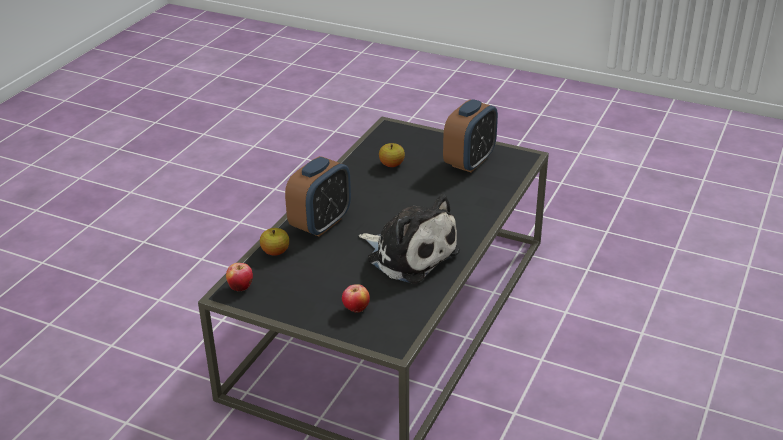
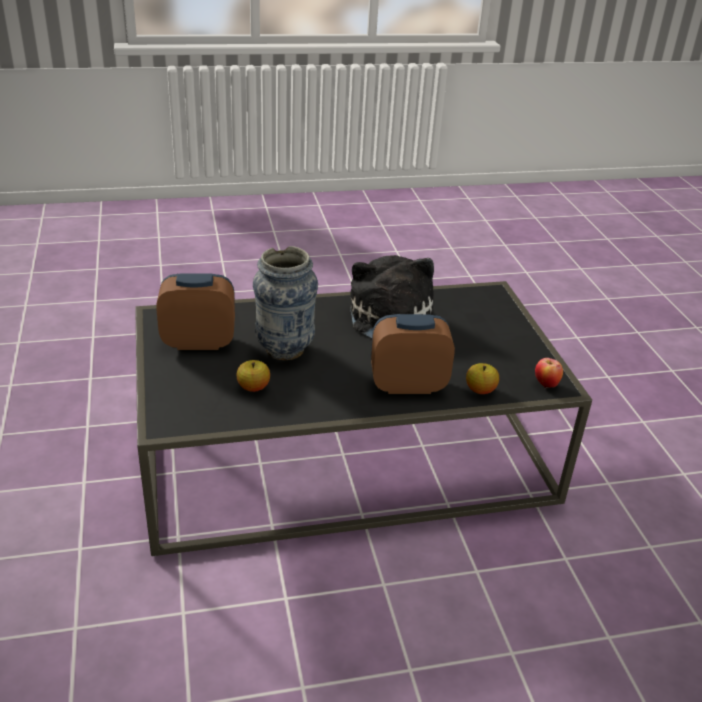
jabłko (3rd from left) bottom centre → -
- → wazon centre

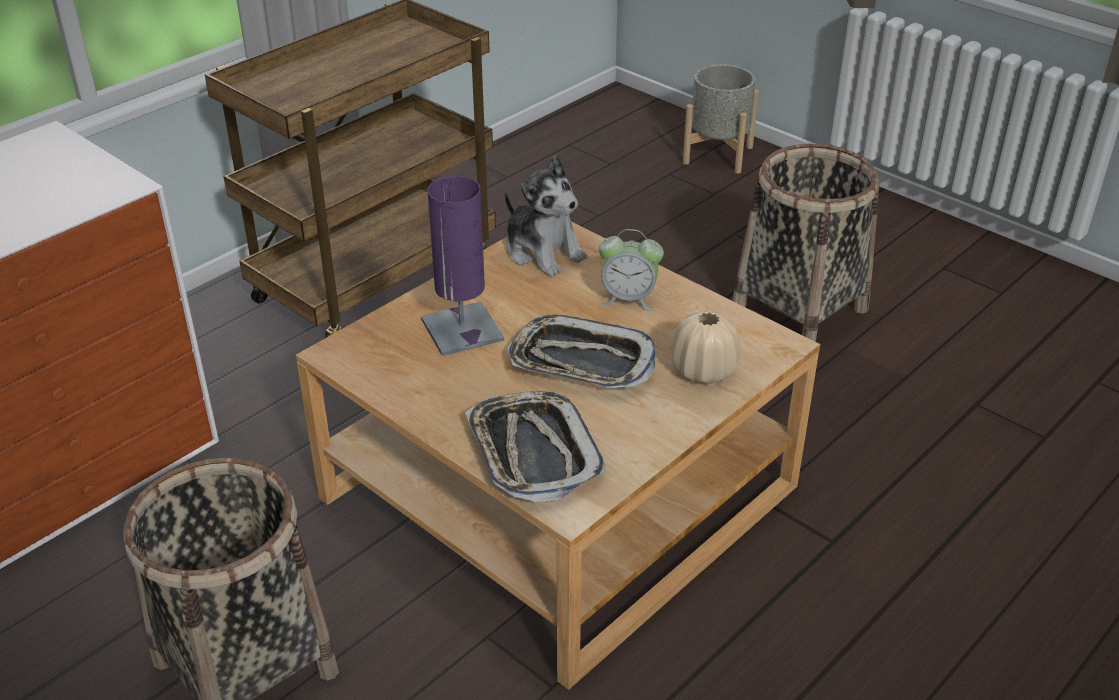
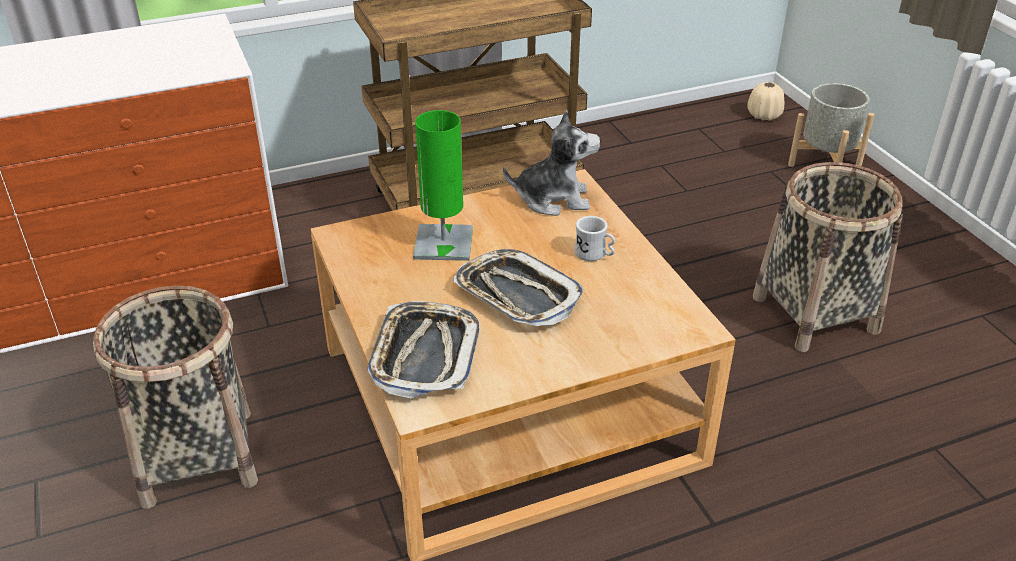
lampa stołowa [fioletowy] centre → lampa stołowa [zielony] top centre
pluszak top centre, 75 degrees counterclockwise
budzik centre → kubek [biały] centre
wazon [beżowy] centre → wazon [beżowy] top right, move

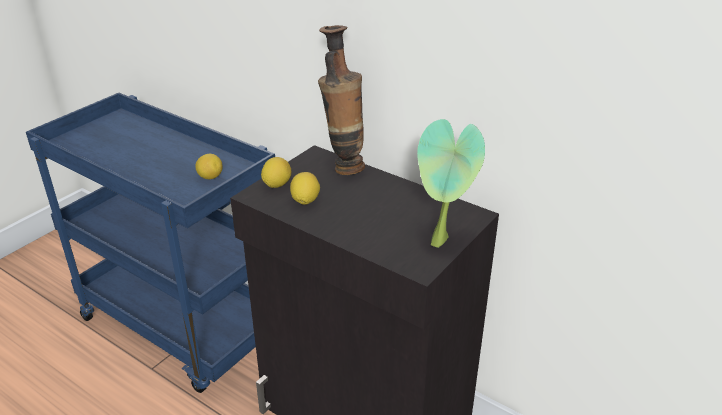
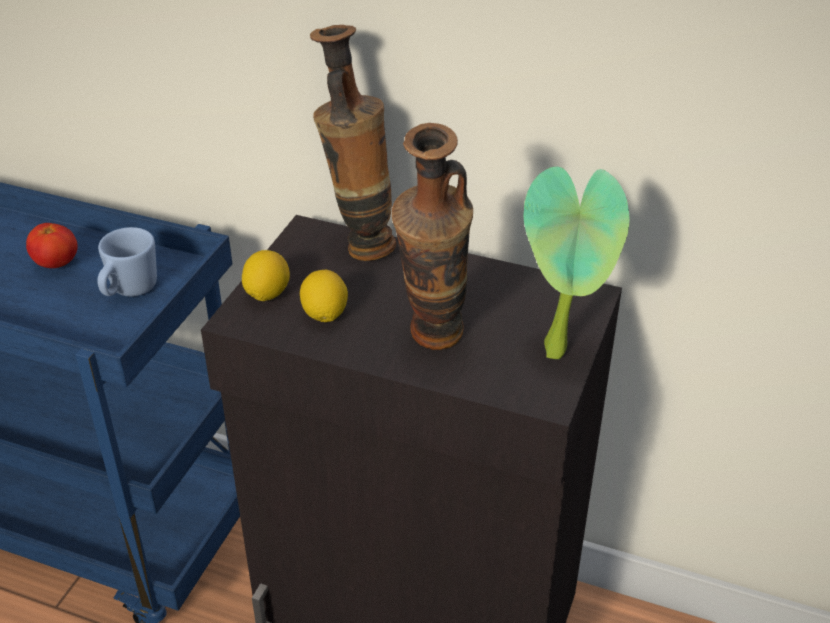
cytryna (1st from left) middle left → kubek [niebieski] middle left
- → pomidor middle left
- → wazon (2nd from left) centre

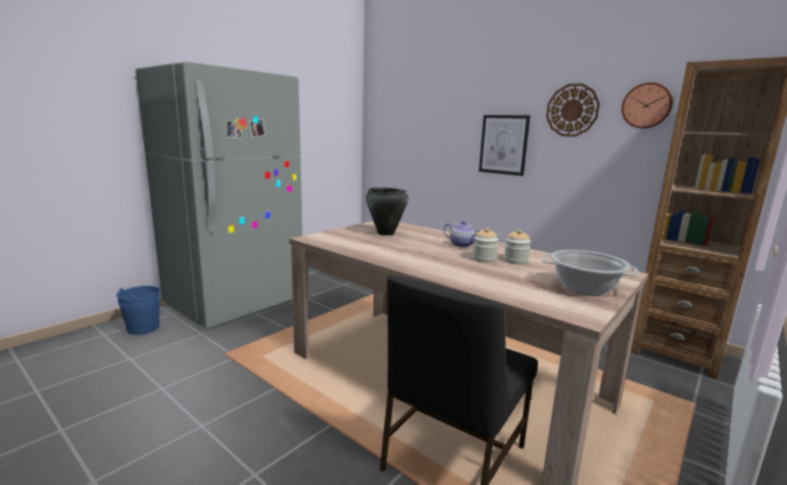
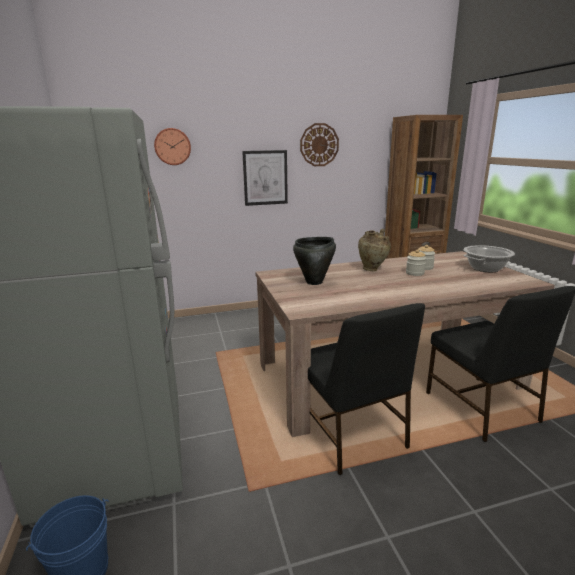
imbryk centre → wazon [beżowy] centre
zegar ścienny (2nd from left in the first image) top right → zegar ścienny (1st from left) top left, move
- → krzesło [czarny] (1st from left) bottom centre

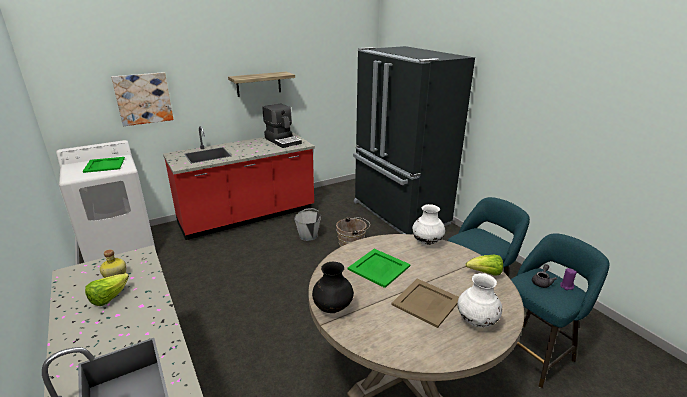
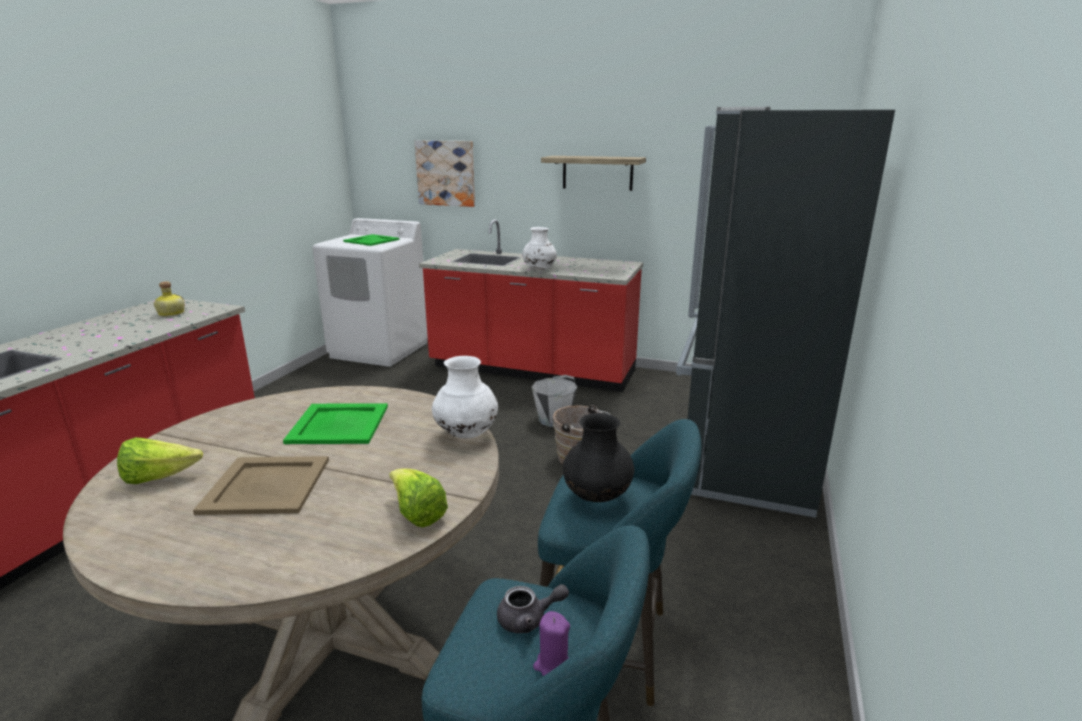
sałata (1st from left) bottom left → sałata (1st from left) middle left, move
ekspres do kawy top centre → -
wazon [czarny] bottom centre → wazon [czarny] centre, move
wazon [biały] (2nd from left) bottom right → wazon [biały] (2nd from left) centre, move

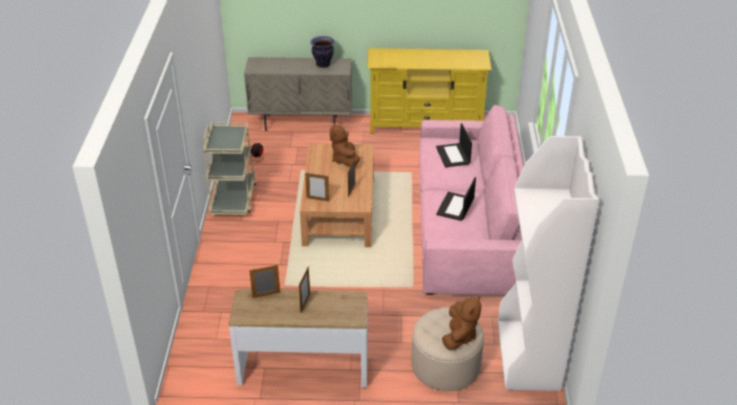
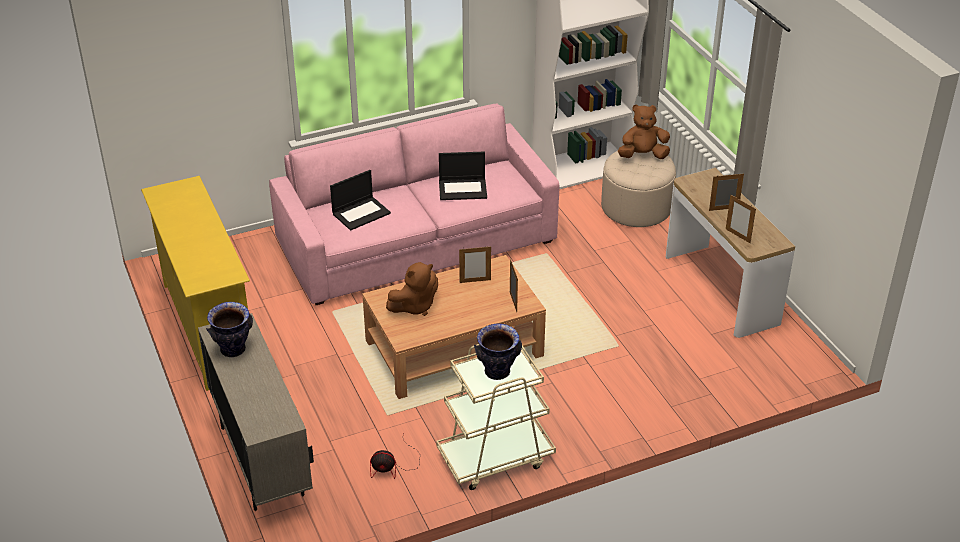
- → wazon (2nd from left) centre

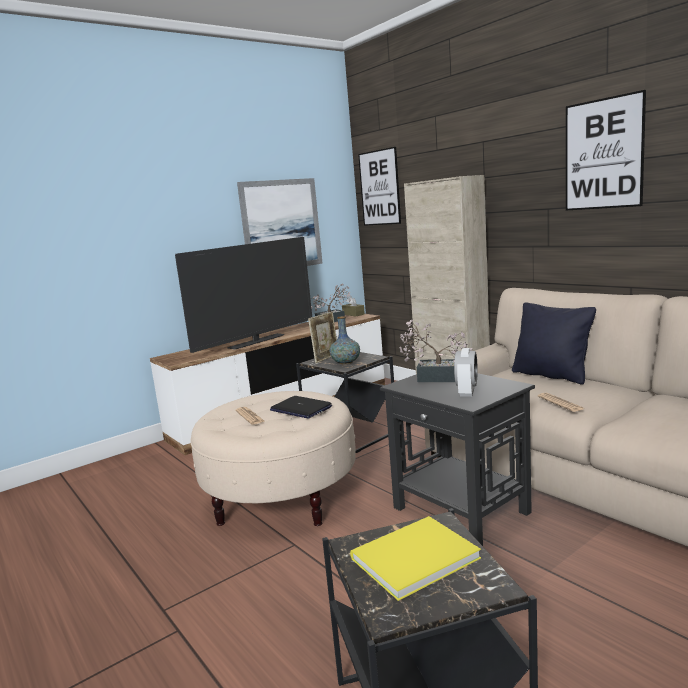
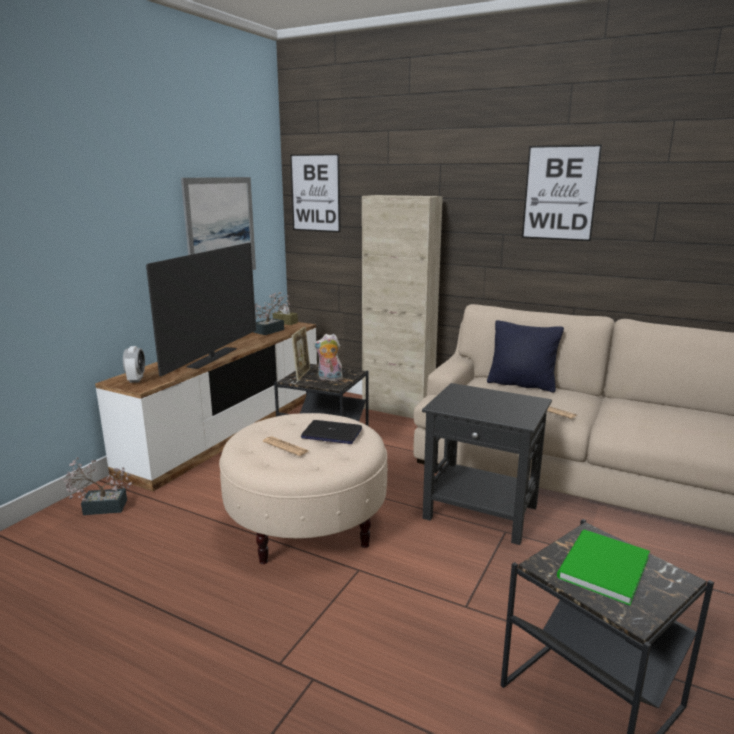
wazon centre → pluszak centre
książka [żółty] bottom centre → książka [zielony] bottom right
roślina doniczkowa (2nd from left in the first image) centre → roślina doniczkowa (1st from left) middle left, move
budzik middle right → budzik middle left, move

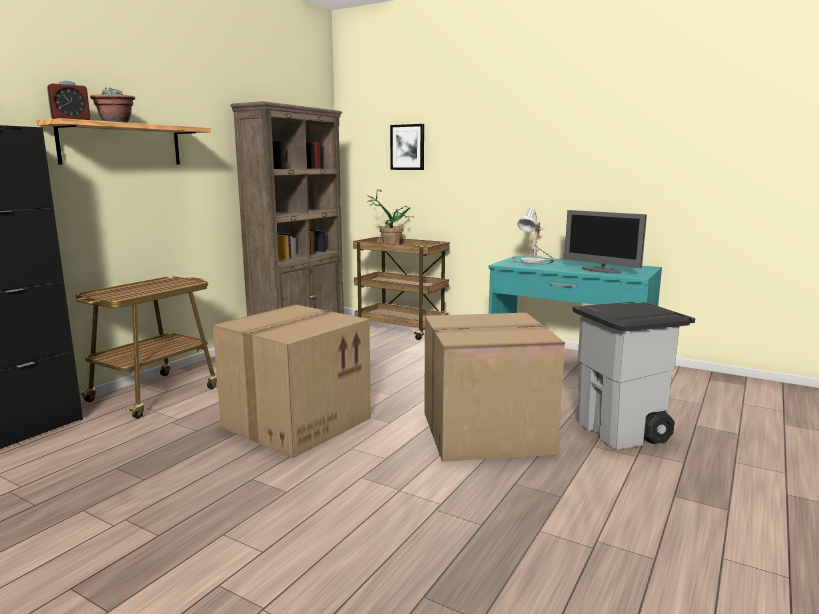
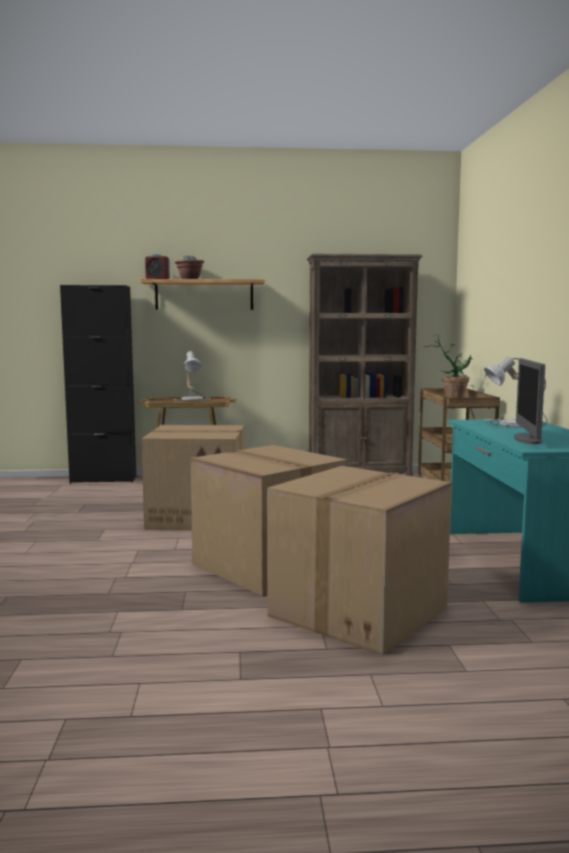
obraz top centre → -
kosz na śmieci [szary] middle right → karton (3rd from left) centre
- → lampa stołowa (1st from left) centre

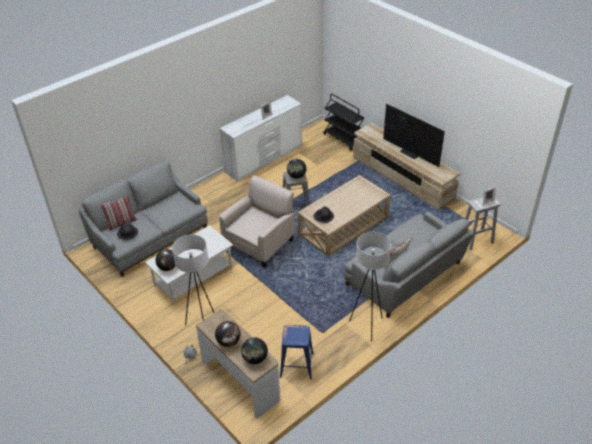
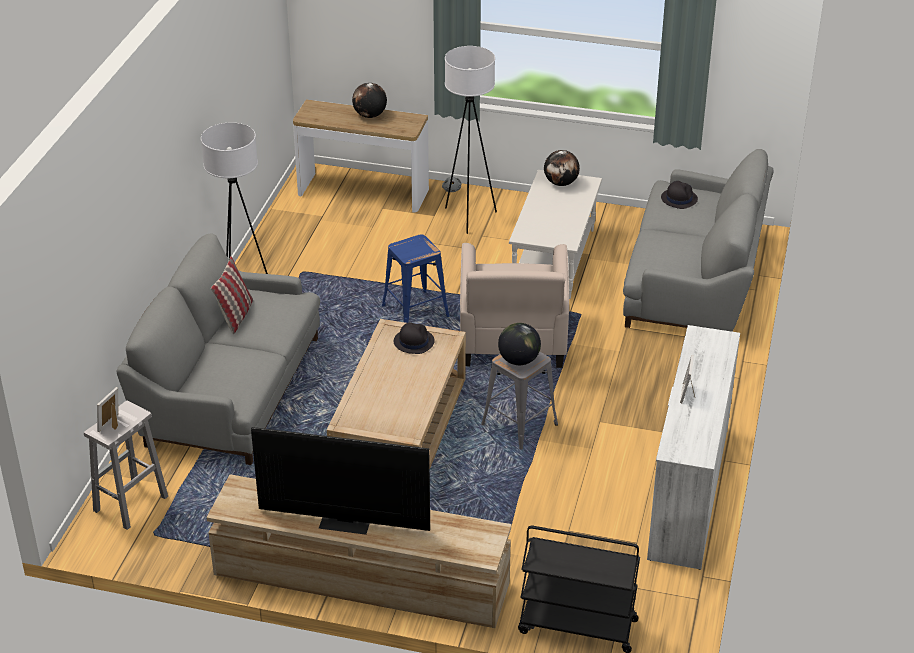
poduszka (1st from left) middle left → -
globus (3rd from left) bottom centre → -
stołek [niebieski] bottom centre → stołek [niebieski] centre, move

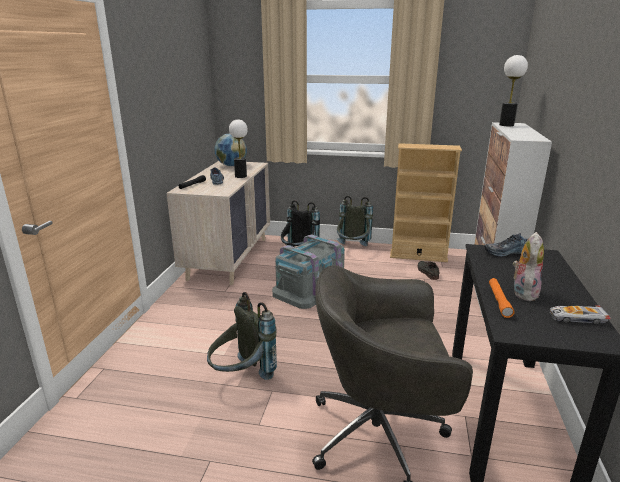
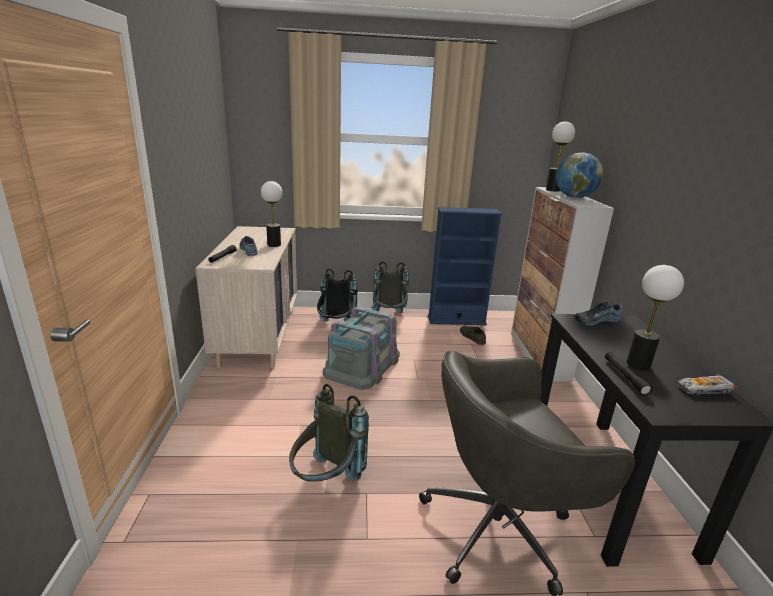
globus top centre → globus top right, move
regał [beżowy] middle right → regał [niebieski] centre
latarka [pomarańczowy] middle right → latarka [czarny] (2nd from left) middle right
pluszak middle right → lampa stołowa (3rd from left) middle right

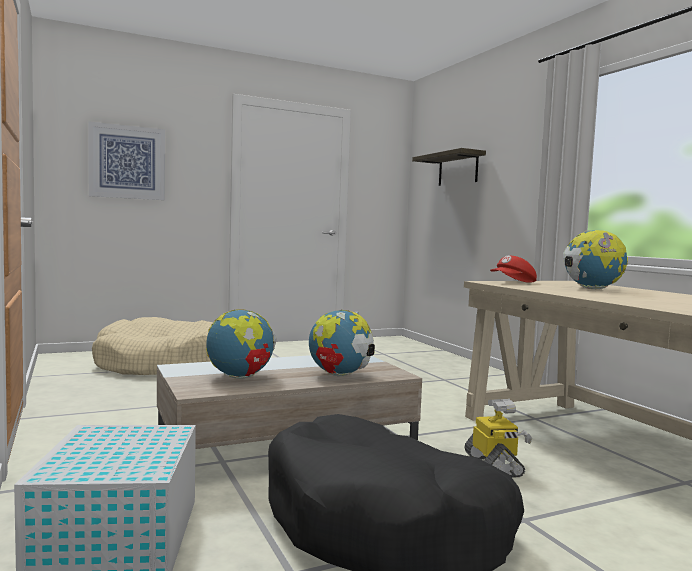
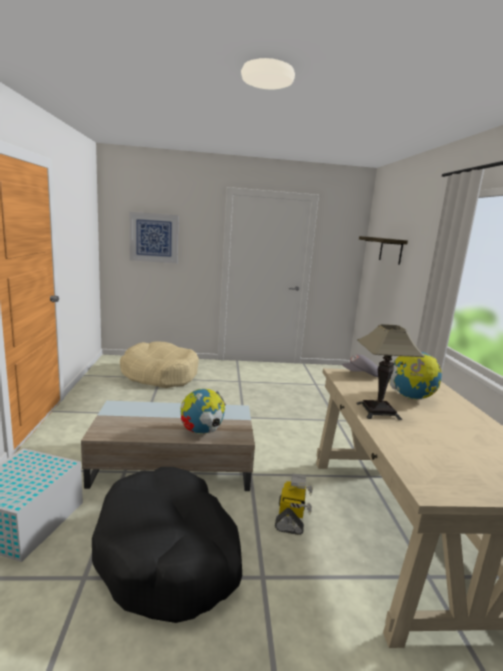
globus (1st from left) centre → -
czapka z daszkiem [czerwony] middle right → czapka z daszkiem [szary] middle right
- → lampa stołowa middle right

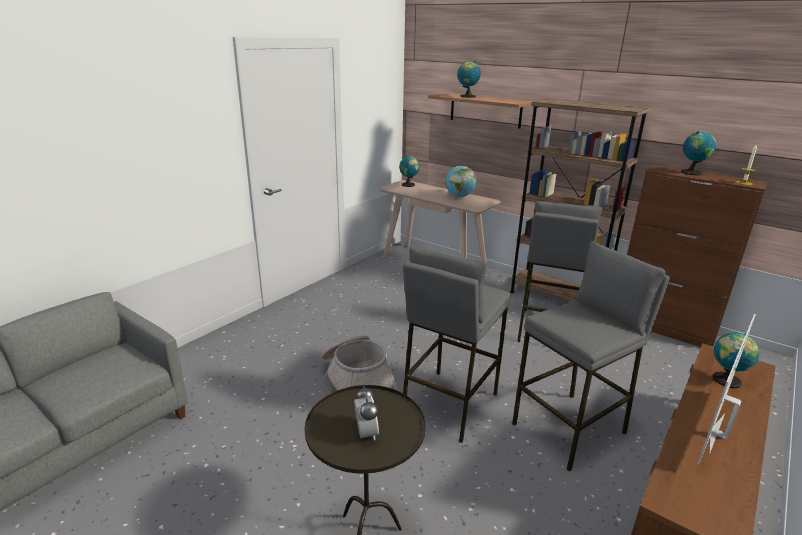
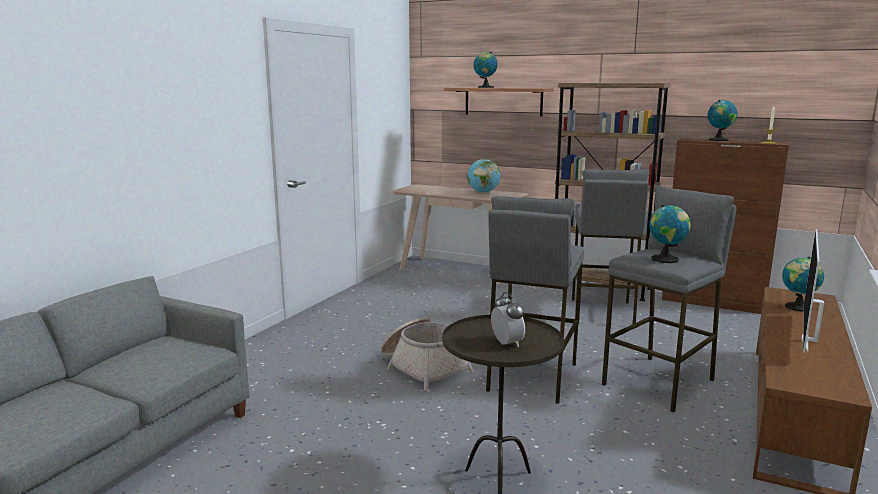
globus (1st from left in the first image) top centre → globus (3rd from left) middle right, move

